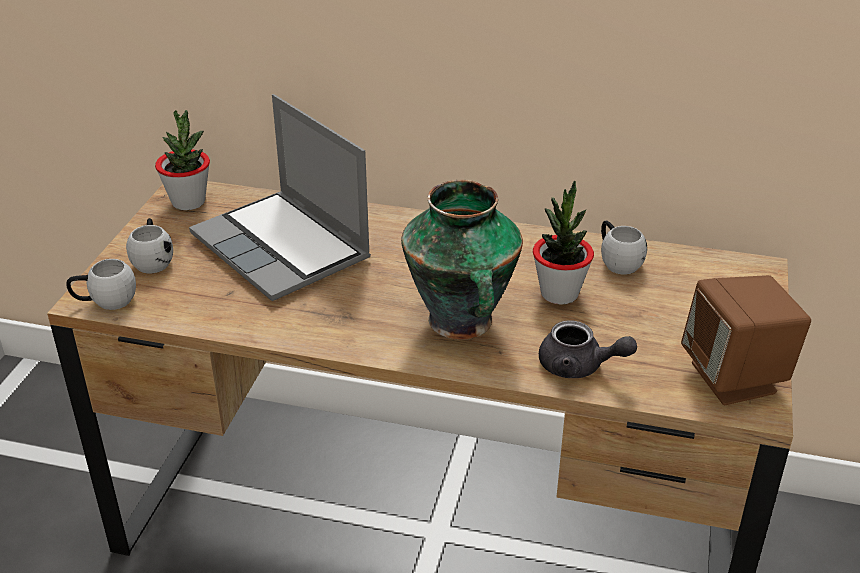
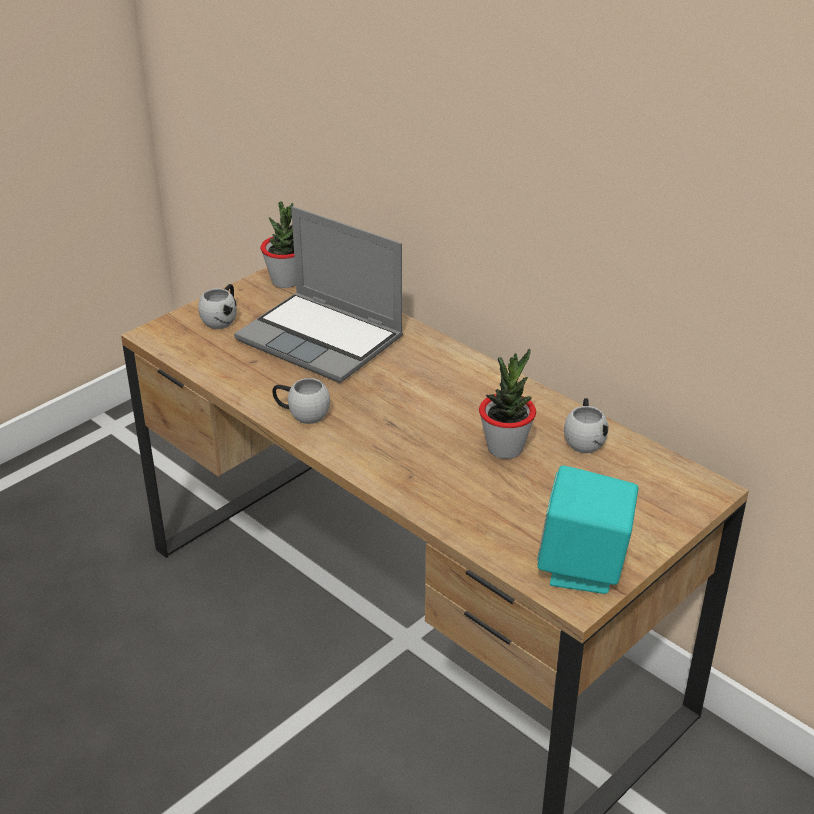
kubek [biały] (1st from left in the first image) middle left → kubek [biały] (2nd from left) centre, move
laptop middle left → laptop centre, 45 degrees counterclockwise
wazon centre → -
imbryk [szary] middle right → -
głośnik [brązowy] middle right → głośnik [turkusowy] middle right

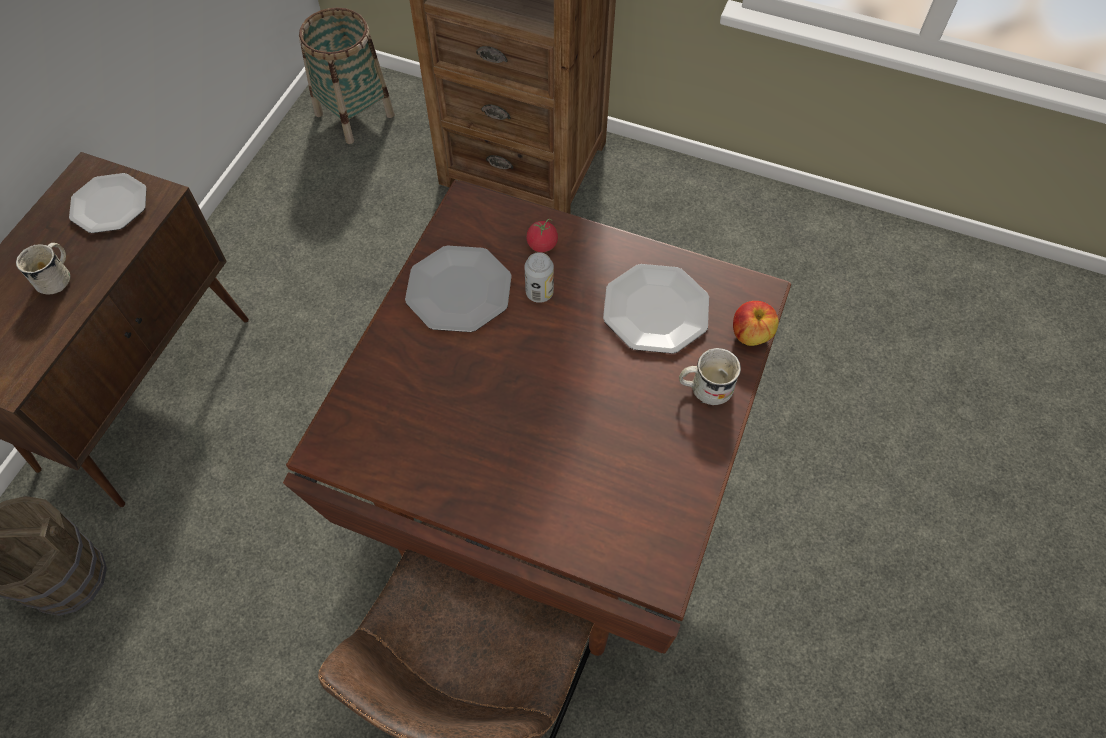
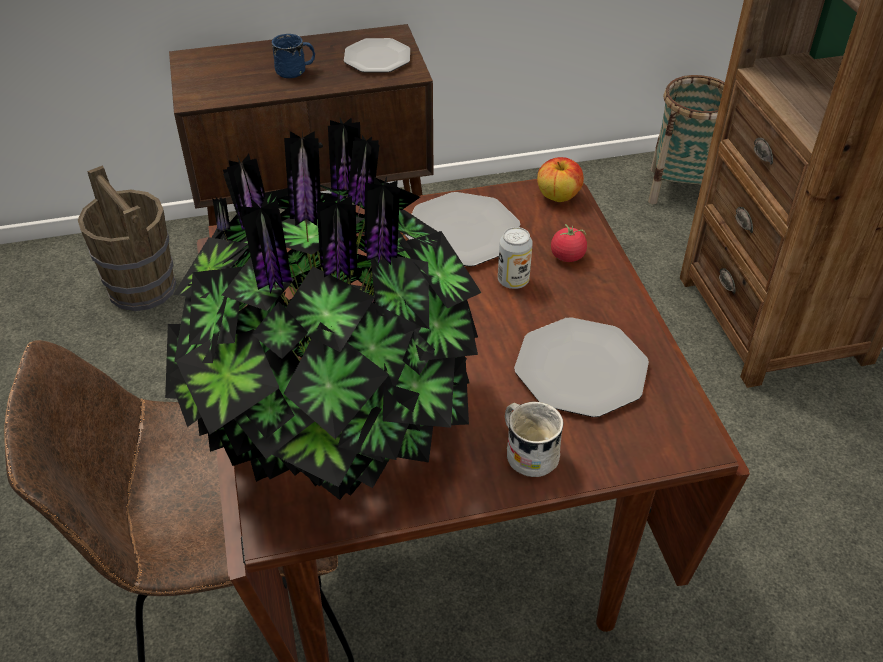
kubek [biały] (1st from left) middle left → kubek [niebieski] top left
jabłko middle right → jabłko top centre, move
- → roślina doniczkowa centre

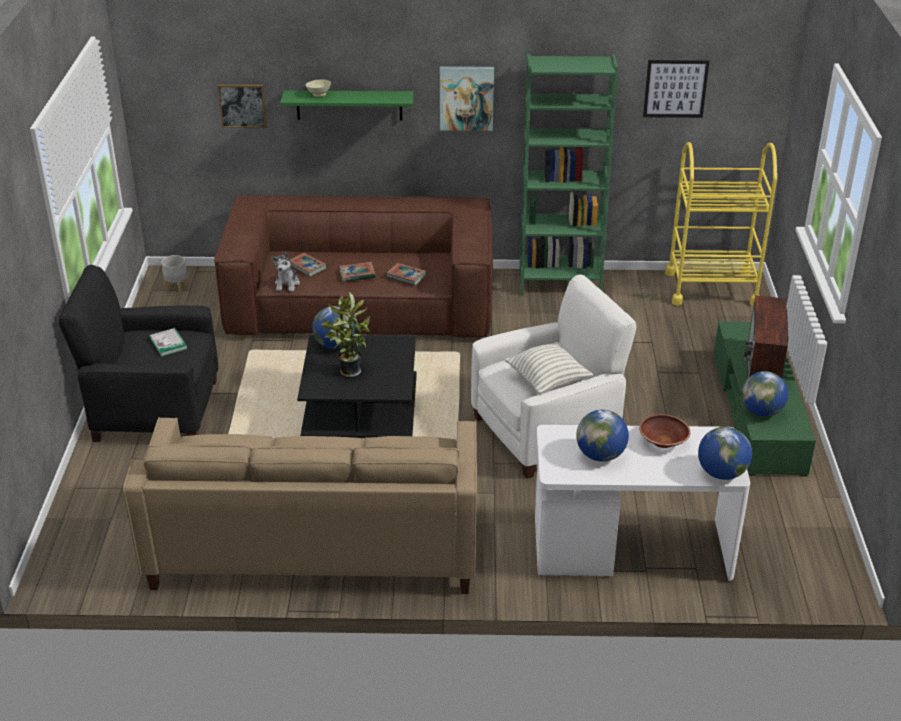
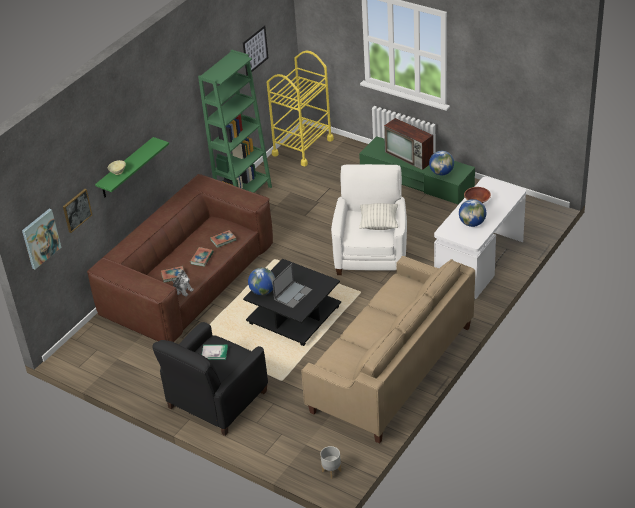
donica [szary] middle left → donica [szary] bottom centre, move
roślina doniczkowa centre → laptop centre
obraz (2nd from left in the first image) top centre → obraz (1st from left) middle left, move
globus (3rd from left) middle right → -

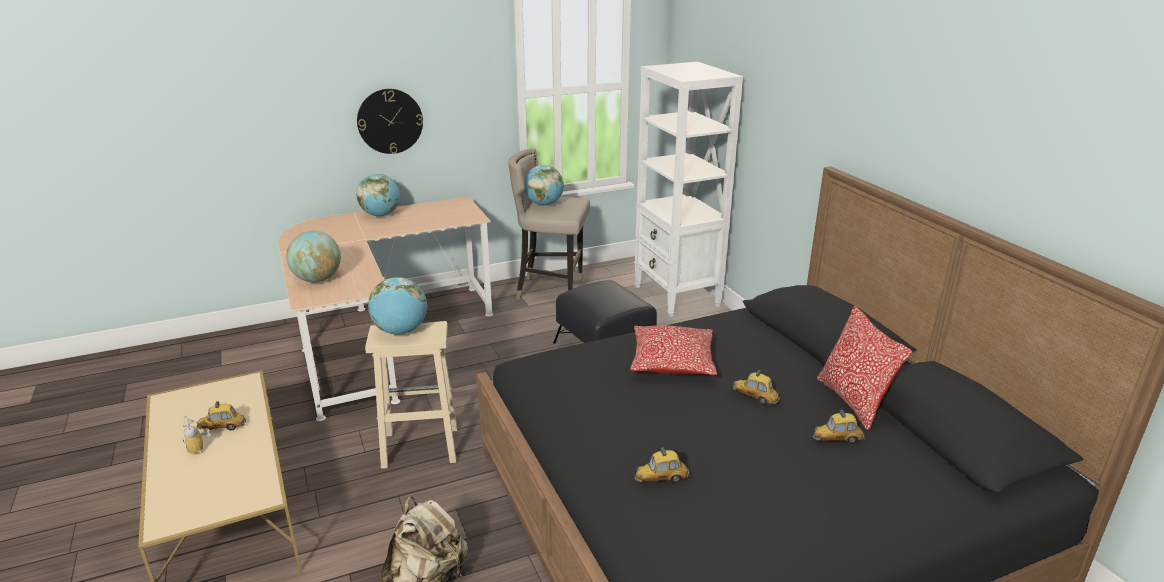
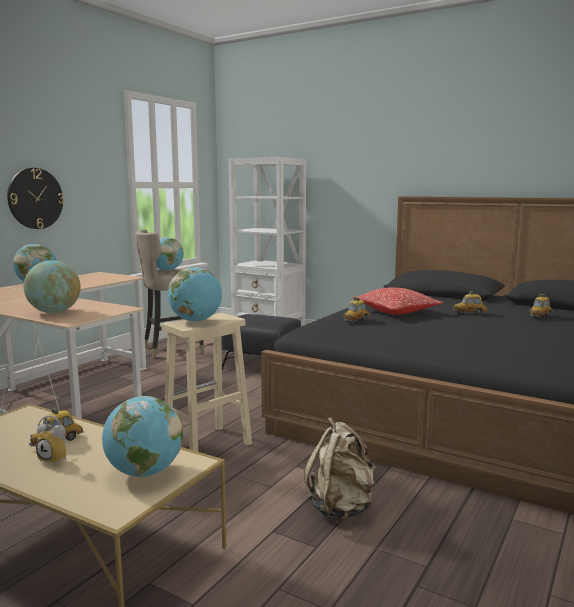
samochodzik (2nd from left) bottom centre → samochodzik (2nd from left) centre, move
poduszka (2nd from left) middle right → -
- → globus (3rd from left) bottom left

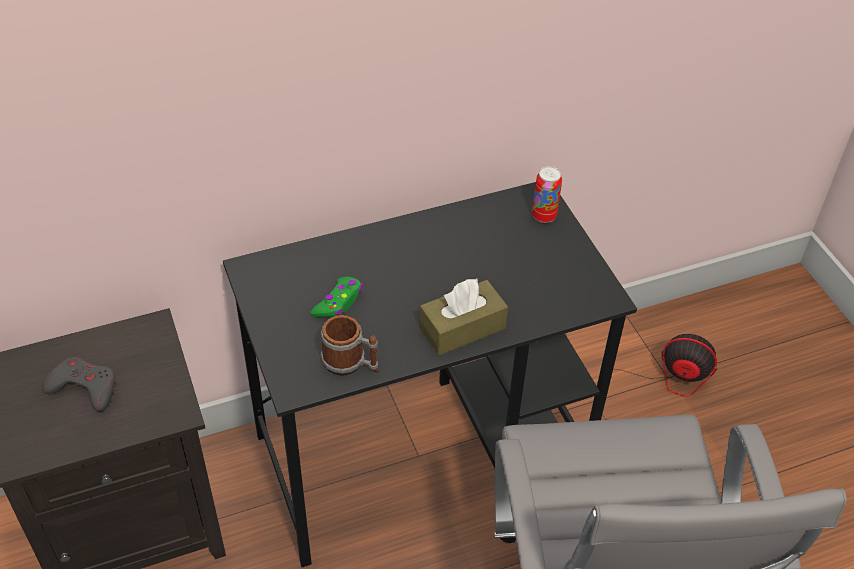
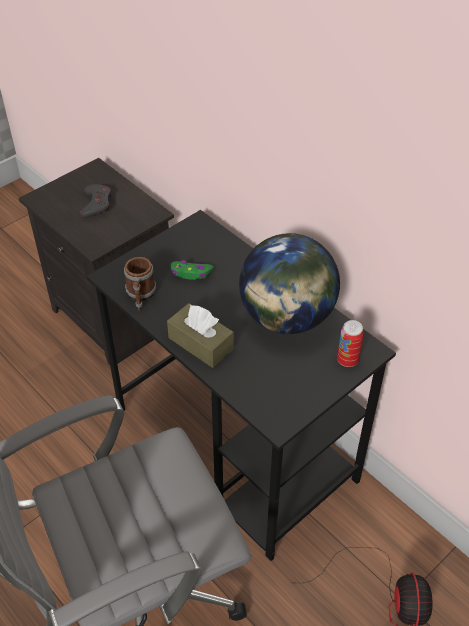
- → globus centre

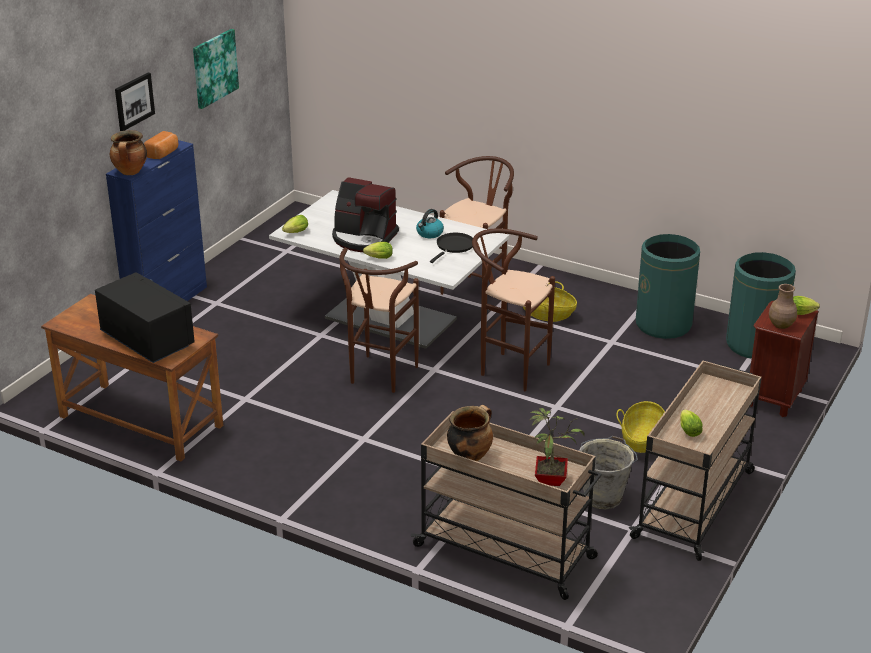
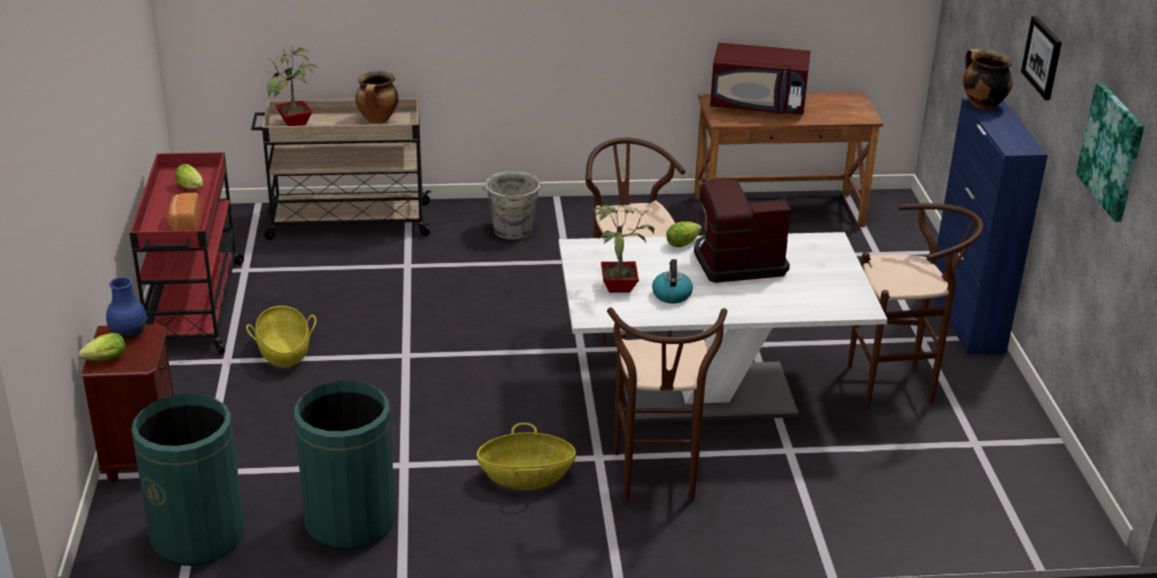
mikrofalówka [czarny] middle left → mikrofalówka [czerwony] top centre
chleb top left → chleb middle left, move
sałata (1st from left) centre → -
patelnia [czarny] centre → roślina doniczkowa (2nd from left) centre
stołek [brązowy] (3rd from left) centre → stołek [brązowy] (3rd from left) middle right, move
wiadro [szary] bottom right → wiadro [szary] centre, move
wózek [beżowy] (2nd from left) bottom right → wózek [czerwony] middle left
wazon [brązowy] middle right → wazon [niebieski] middle left

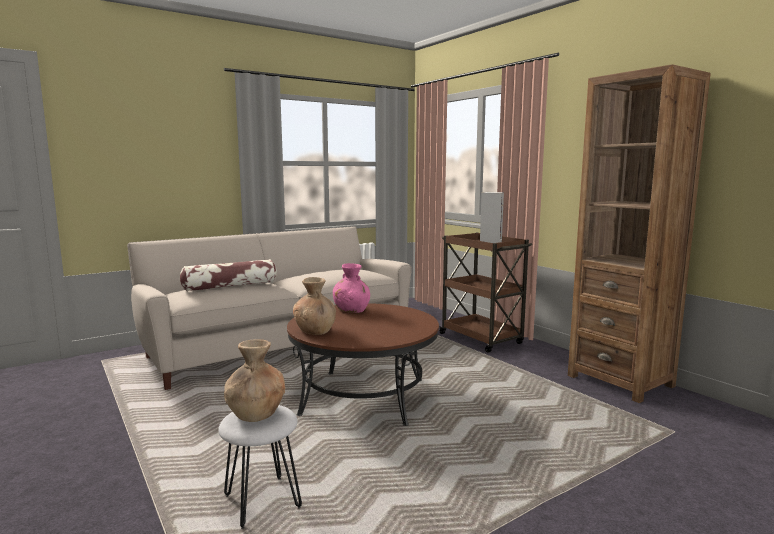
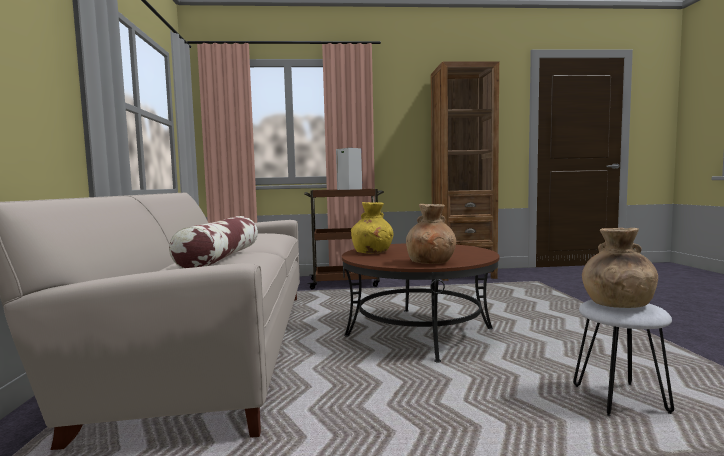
wazon [różowy] centre → wazon [żółty] centre

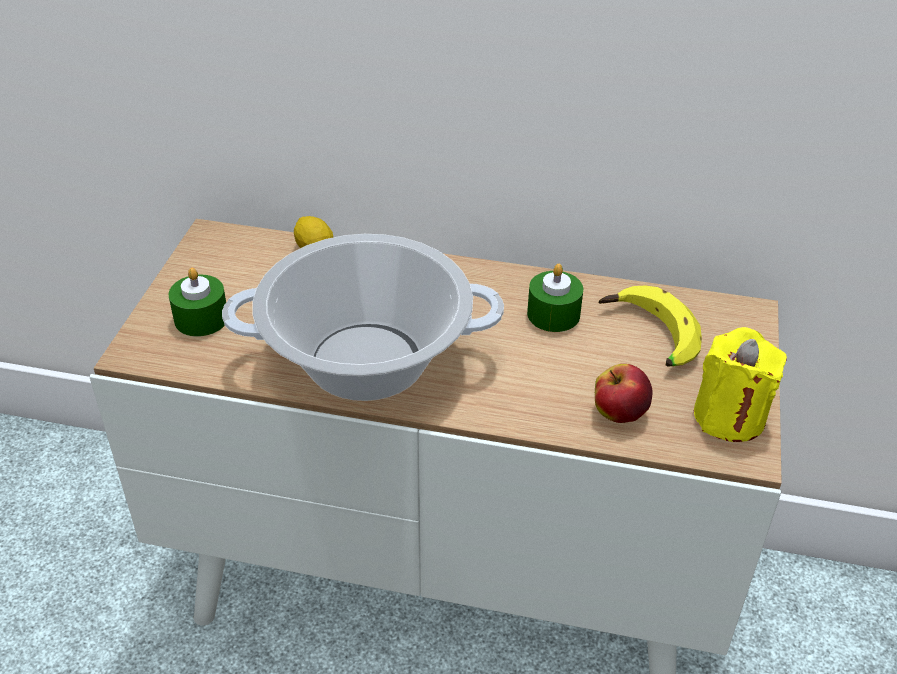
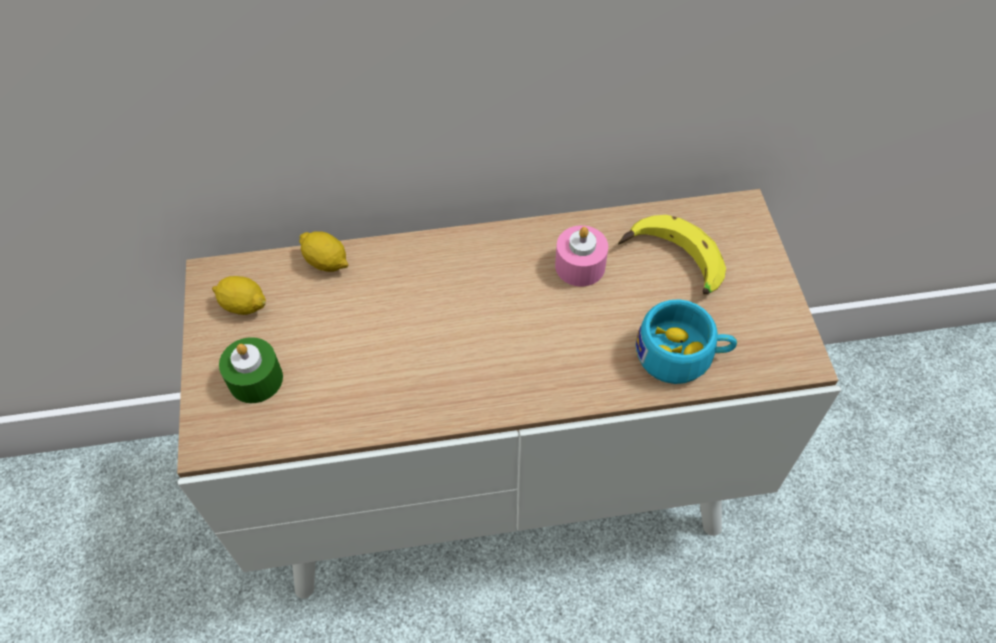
garnek centre → -
świeca [zielony] (2nd from left) centre → świeca [różowy] centre
jabłko middle right → filiżanka [turkusowy] middle right
świeca [żółty] middle right → -
- → cytryna (1st from left) middle left

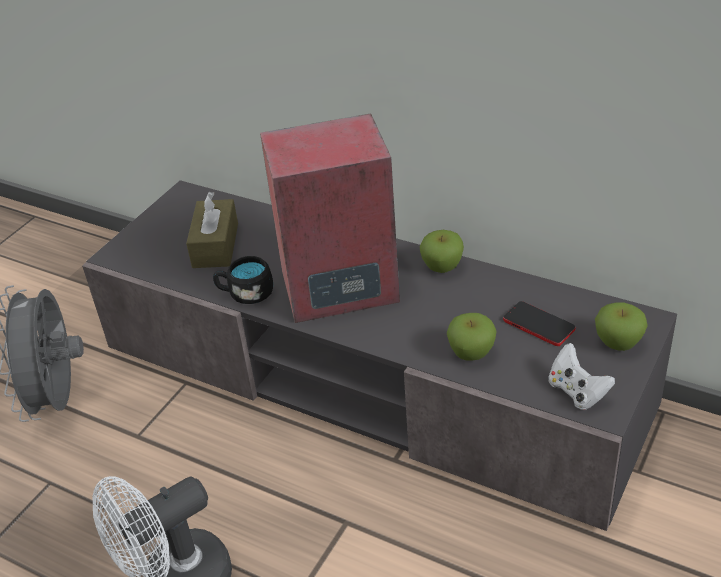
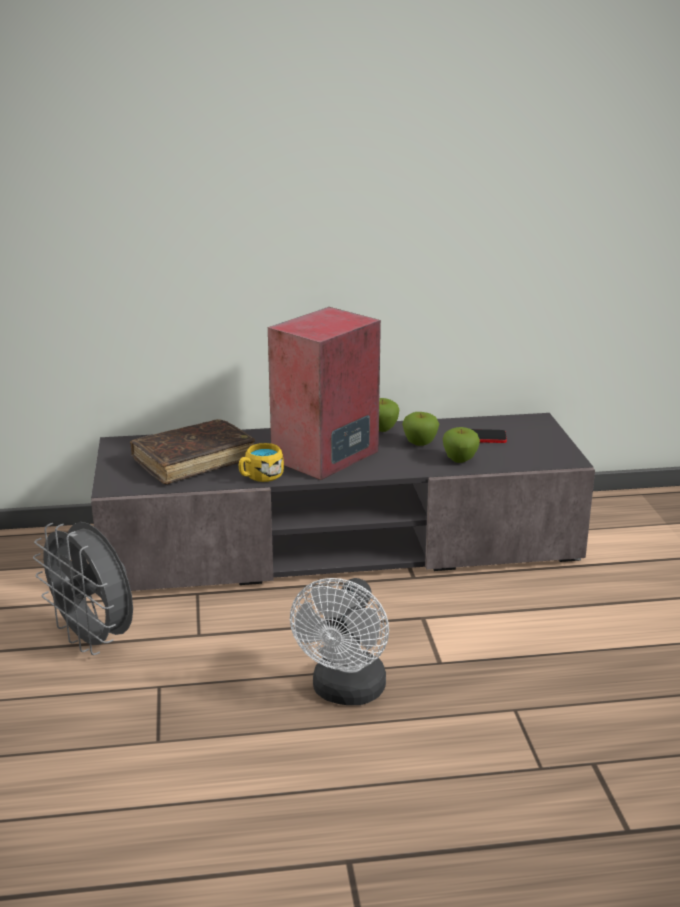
pudełko chusteczek [brązowy] middle left → książka [brązowy] middle left
kubek [czarny] centre → kubek [żółty] centre
pad do gier [biały] middle right → -
jabłko (3rd from left in the first image) middle right → jabłko (2nd from left) centre, move

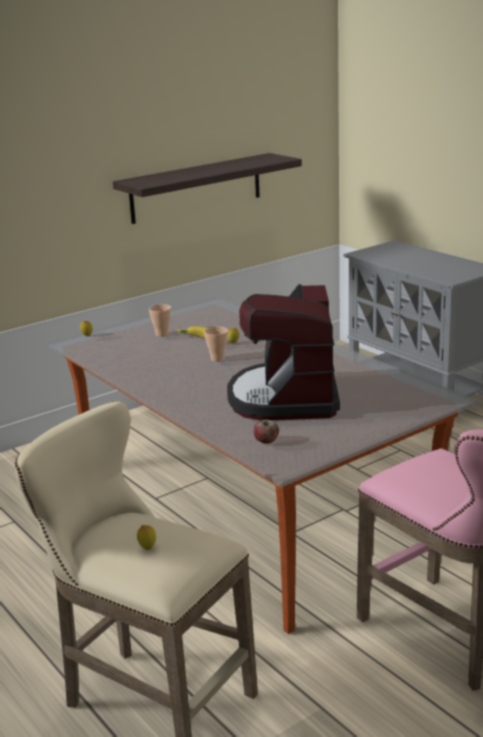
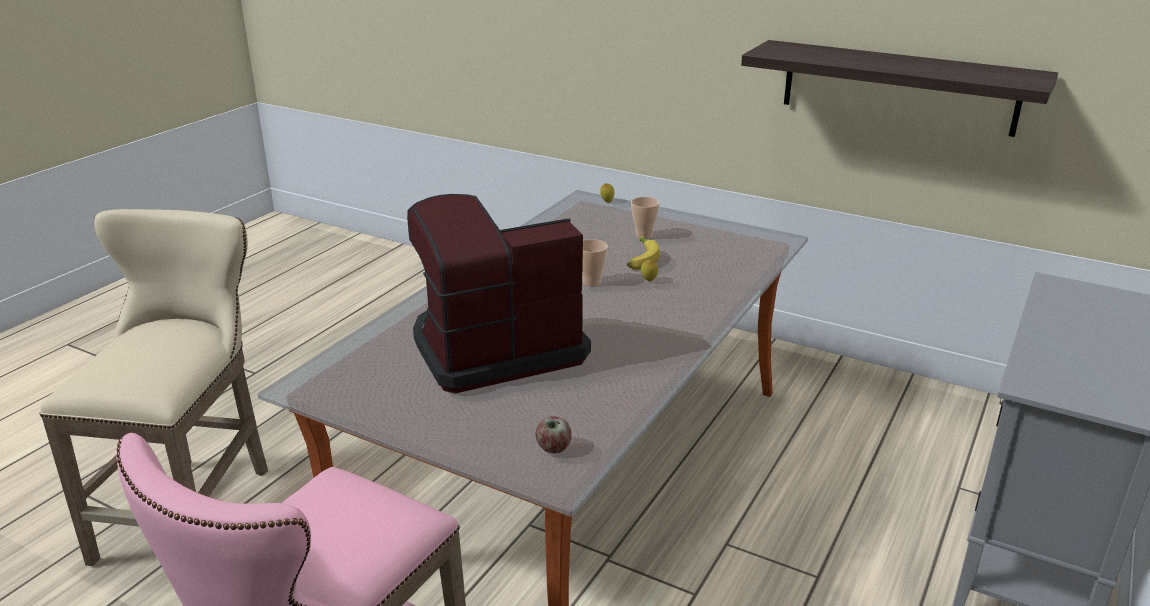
cytryna (2nd from left) bottom left → -
jabłko centre → jabłko bottom centre, move

